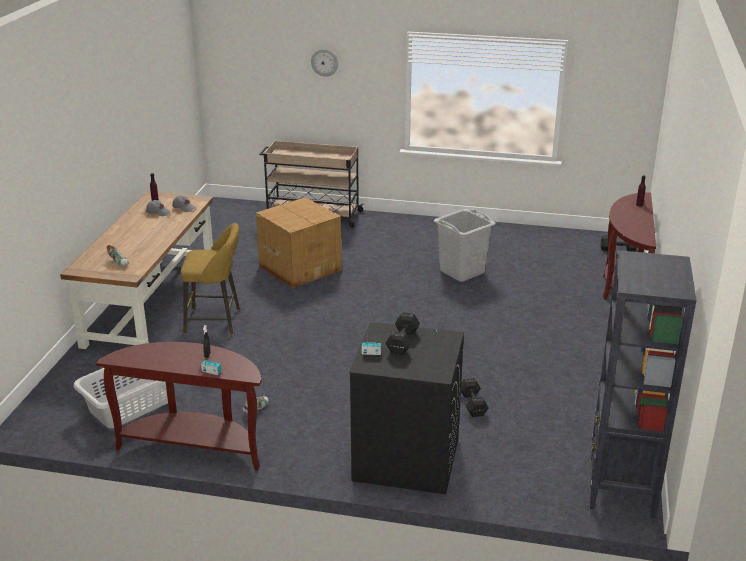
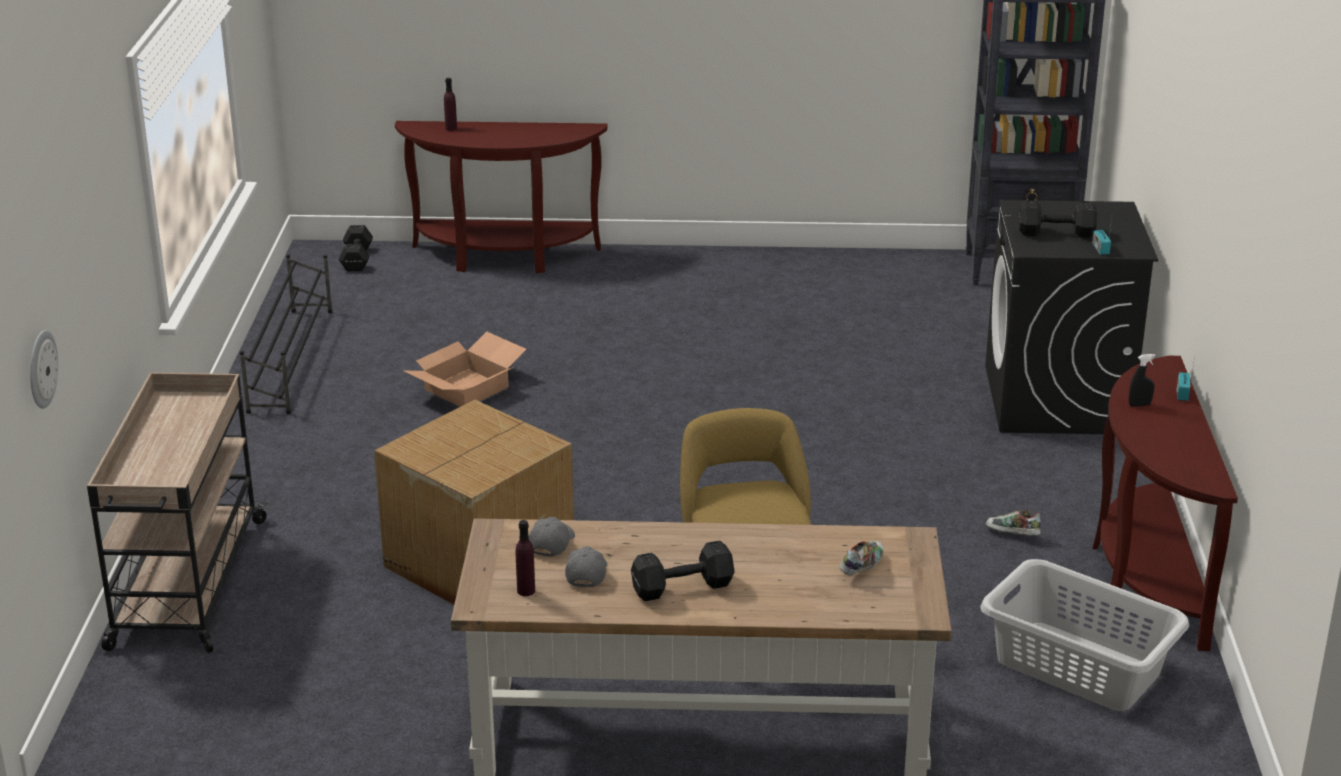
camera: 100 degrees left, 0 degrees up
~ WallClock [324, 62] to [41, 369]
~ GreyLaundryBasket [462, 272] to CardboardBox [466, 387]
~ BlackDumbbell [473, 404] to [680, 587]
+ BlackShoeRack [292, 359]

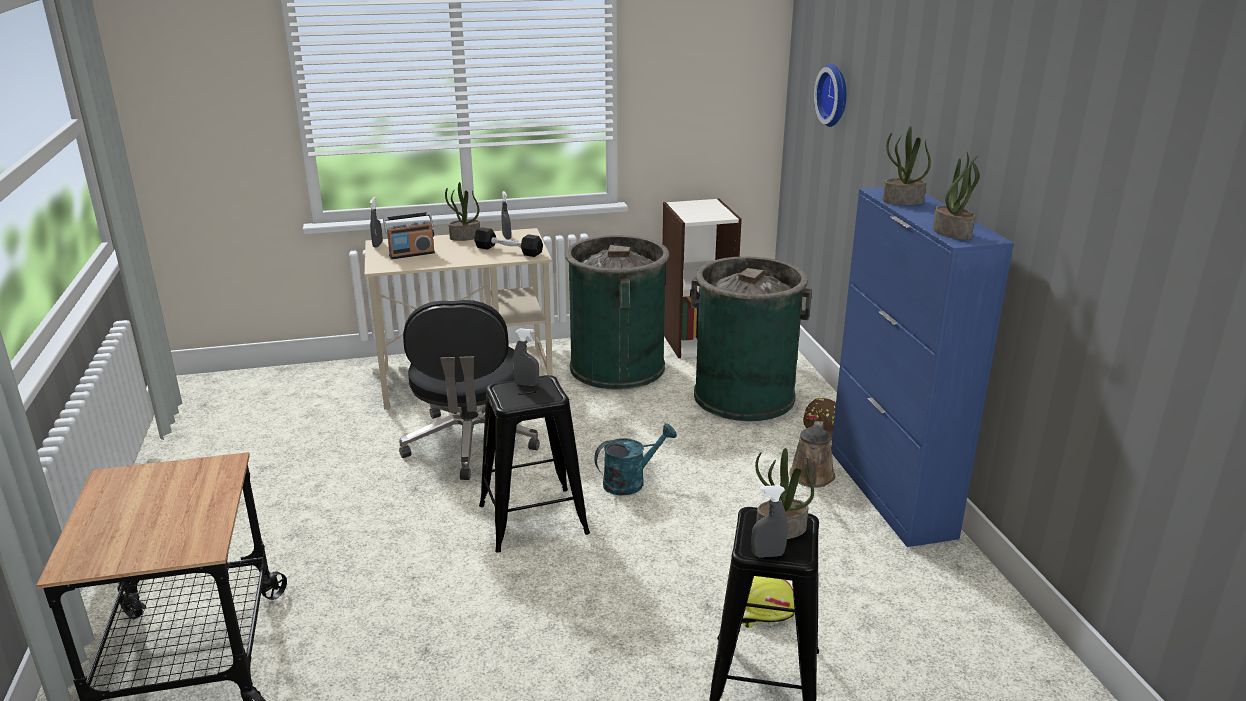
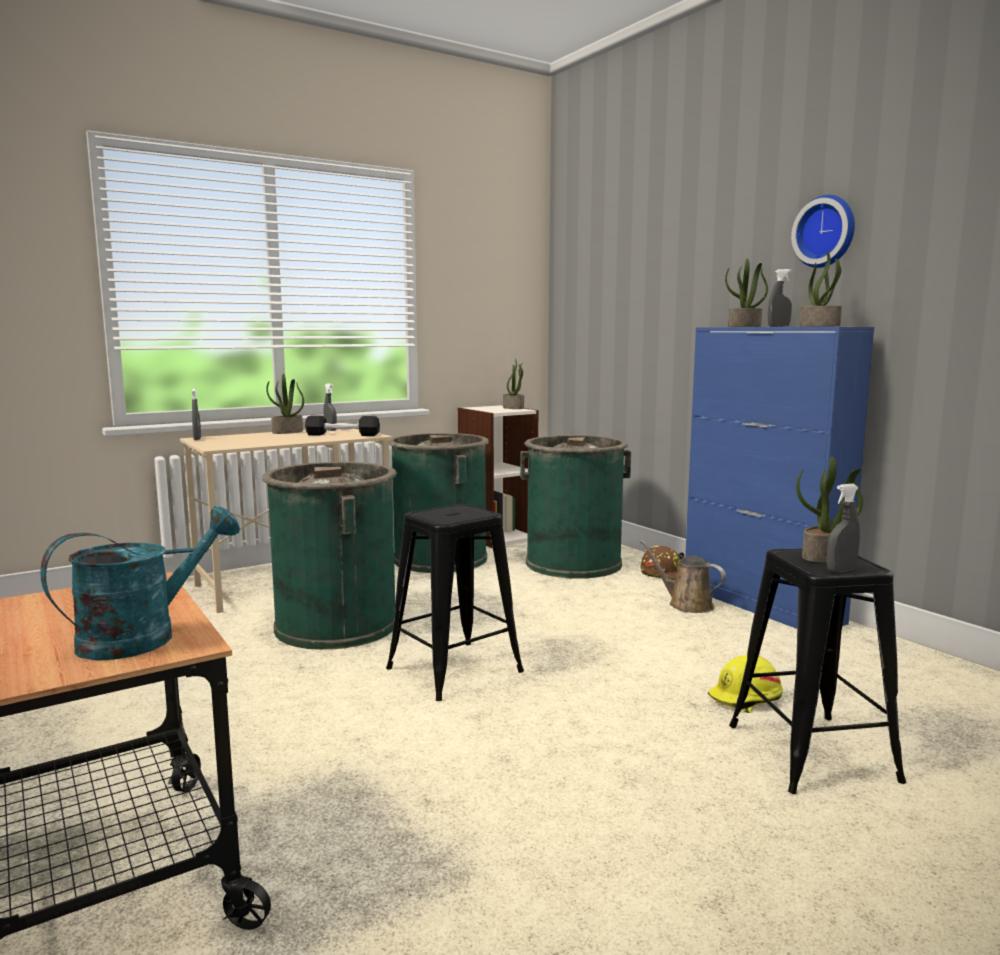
camera: 20 degrees left, 15 degrees down
~ WallClock [835, 95] to [826, 232]
- Radio [411, 254]
~ BlackOfficeChair [470, 443] to GreenTrashCan [336, 625]
~ GreySprayBottle [526, 384] to [778, 326]
~ BrownWateringCan [811, 478] = [686, 604] 135 degrees clockwise
~ TurquoiseWateringCan [631, 481] to [144, 636]
+ PottedPlant [514, 408]

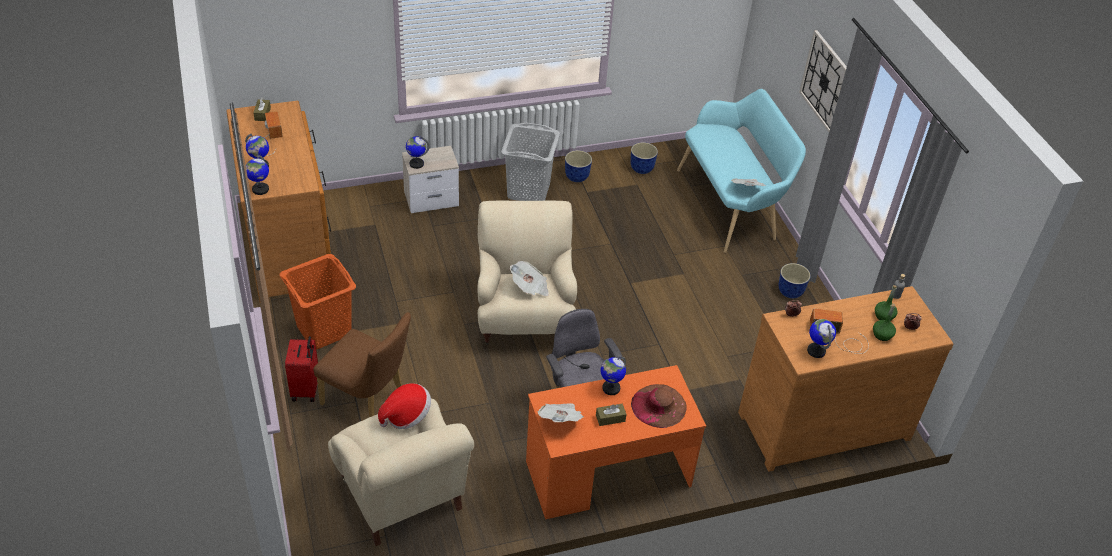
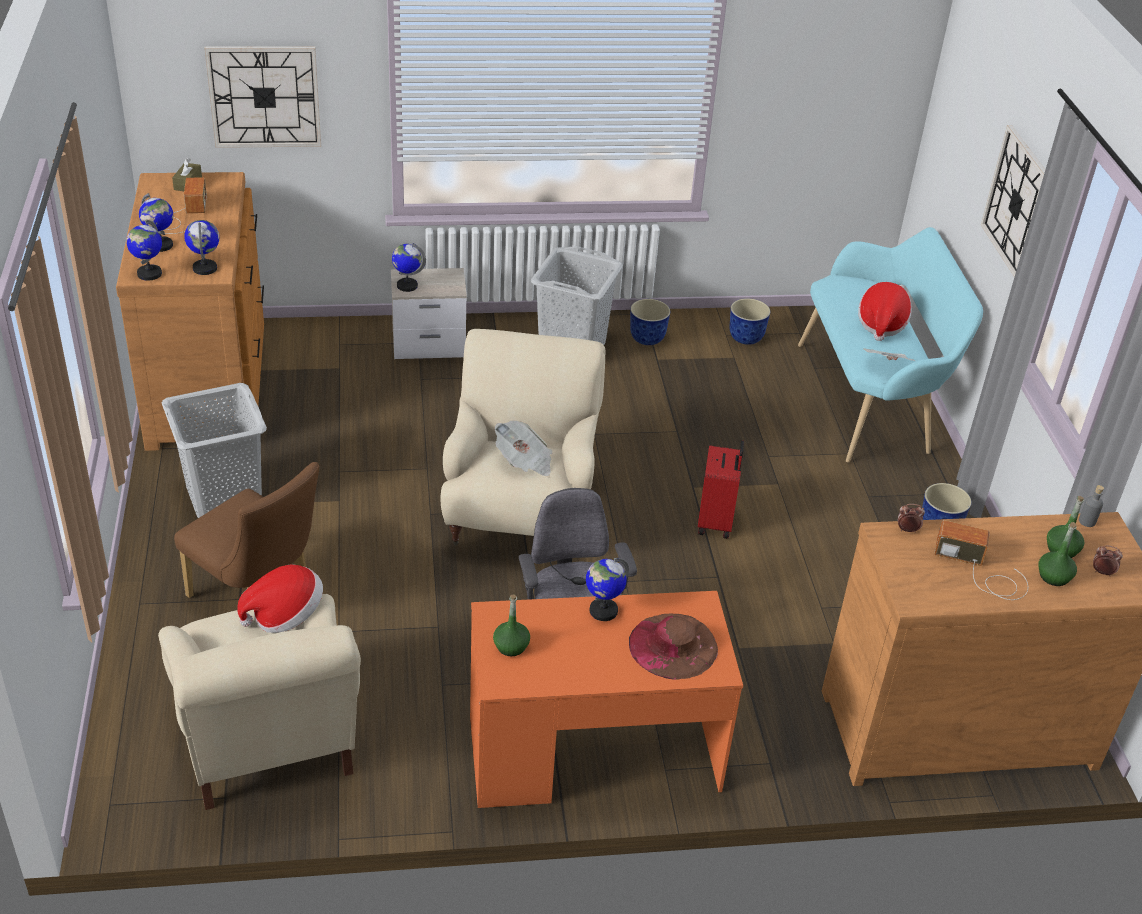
camera: 10 degrees right, 5 degrees down
~ OrangeLaundryBasket [323, 329] to GreyLaundryBasket [223, 496]
~ Globe [816, 351] to [205, 268]
~ RedSuitcase [306, 389] to [716, 522]
~ Newspaper [560, 420] to GreenBottle [511, 646]
- BrownTissueBox [610, 418]
+ WallClock [264, 96]
+ Hat [881, 324]

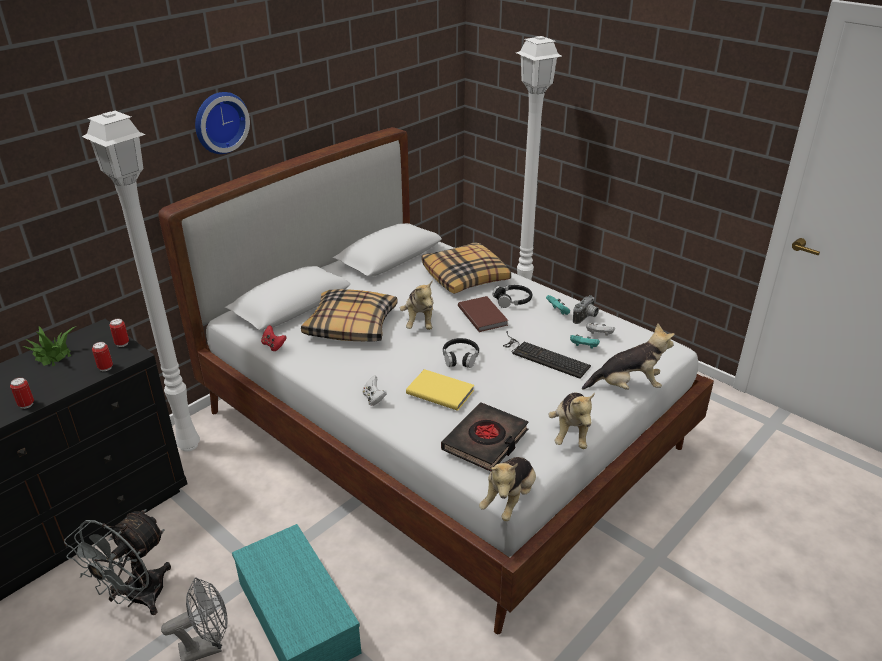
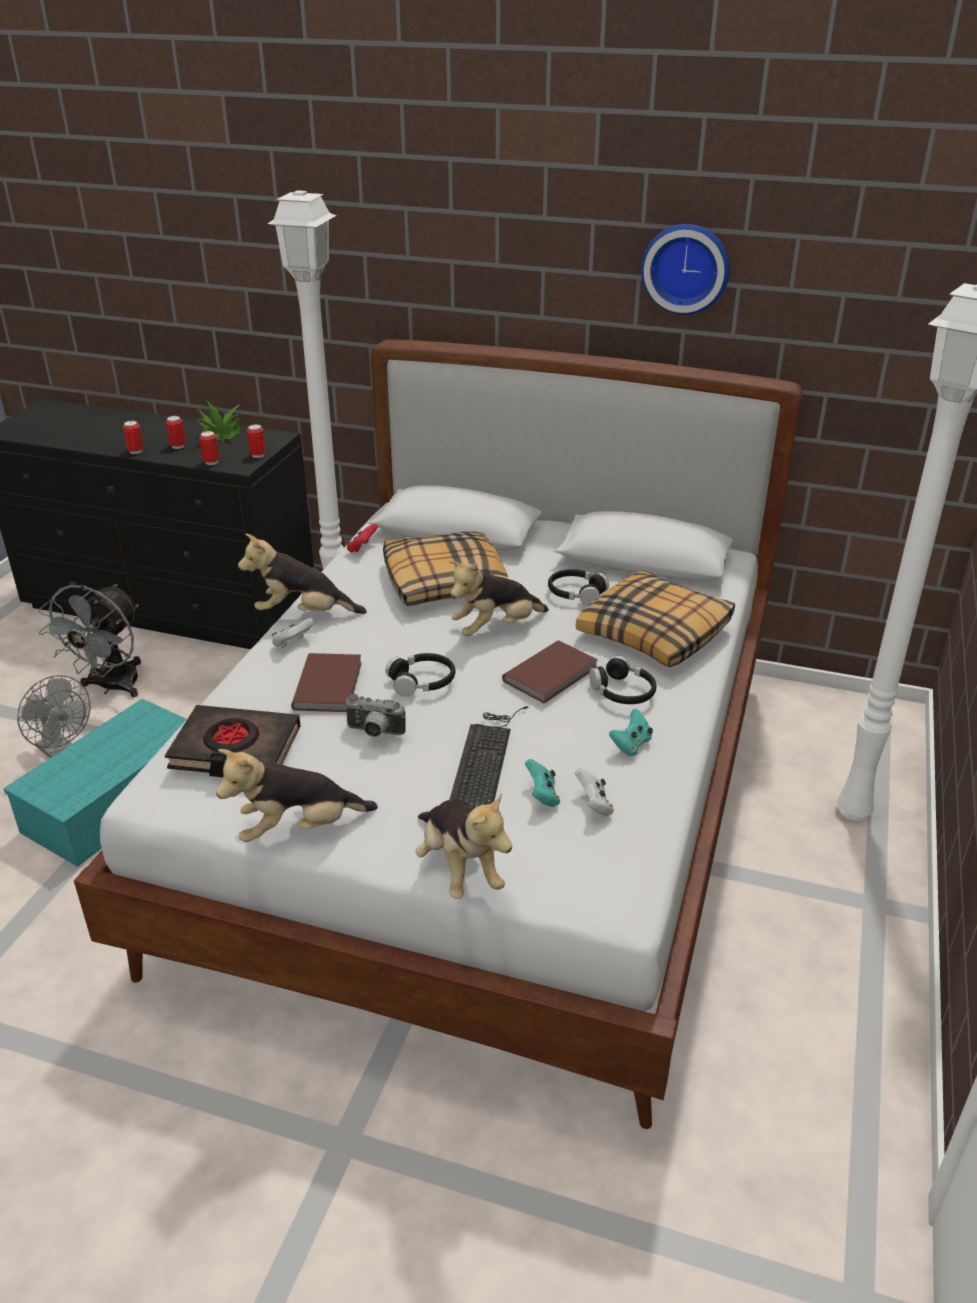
camera: 65 degrees right, 0 degrees up
~ WallClock [219, 122] to [686, 268]
~ PhotoCamera [586, 318] to [374, 733]
~ YellowBook [440, 391] to BrownBook [330, 685]
~ PlushToy [509, 500] to [303, 613]
~ GreyFan [137, 598] = [112, 687] 75 degrees counterclockwise
+ Can [178, 446]
+ BlackHeadphones [576, 593]

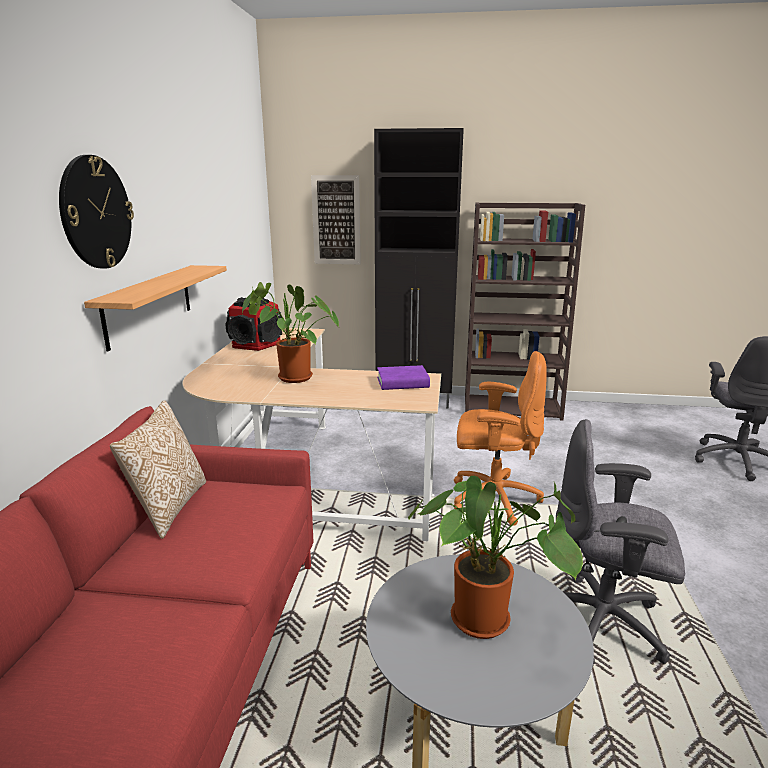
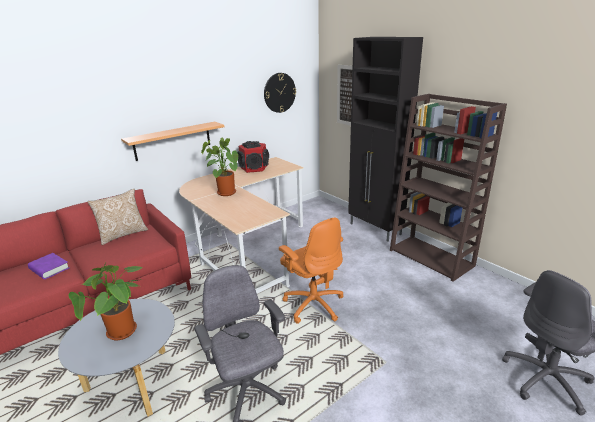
camera: 45 degrees right, 5 degrees up
~ WallClock [96, 213] to [279, 92]
~ PurpleBook [402, 383] to [49, 269]

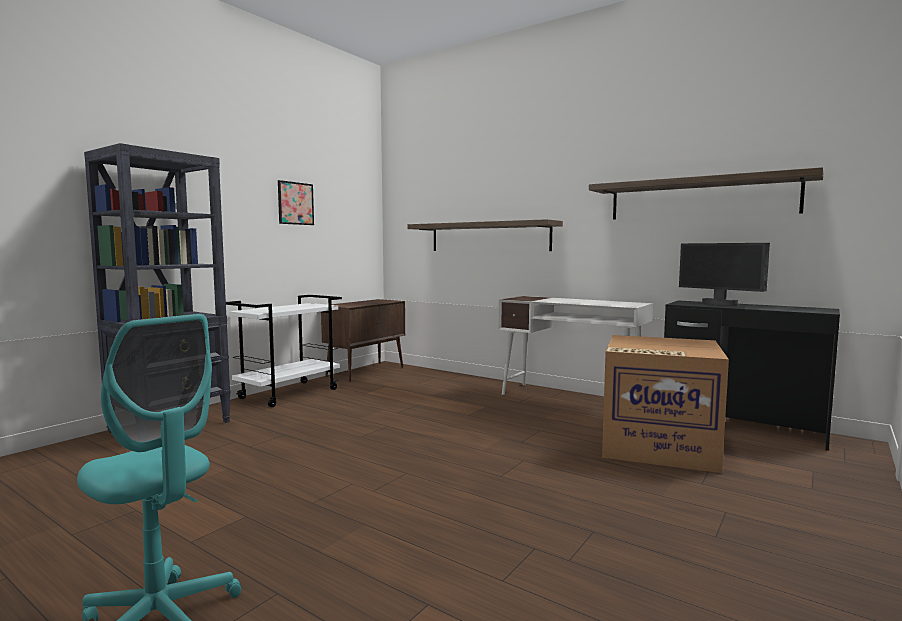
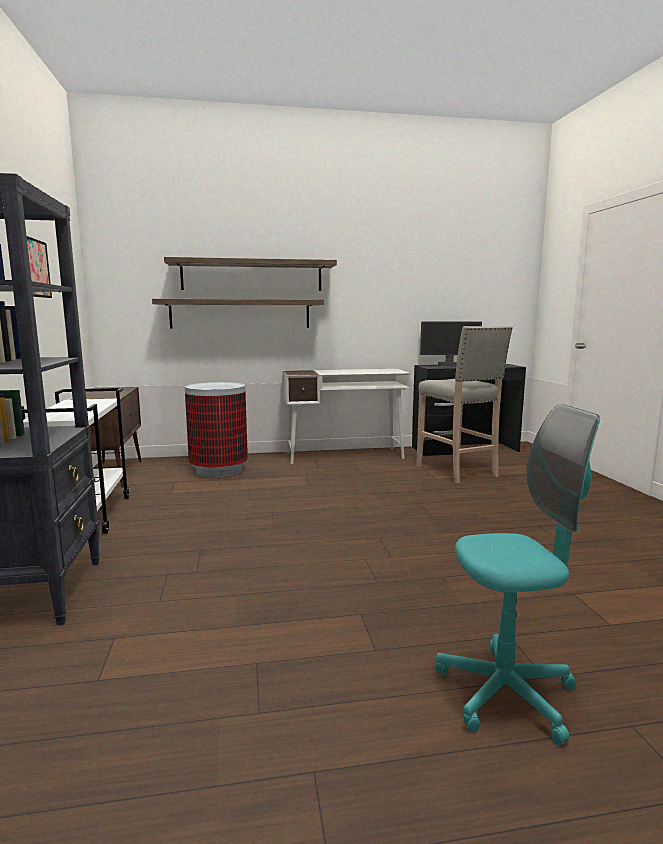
camera: 45 degrees left, 5 degrees up
~ Shelf [700, 199] to [252, 276]
~ CardboardBox [657, 446] to BeigeStool [457, 471]
+ TrashCan [218, 470]

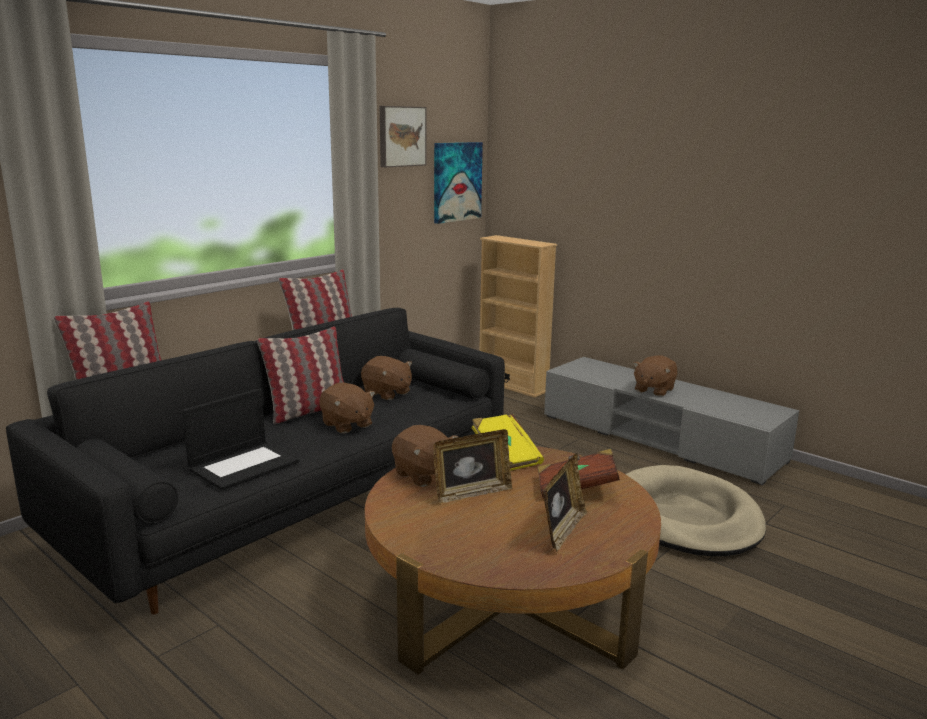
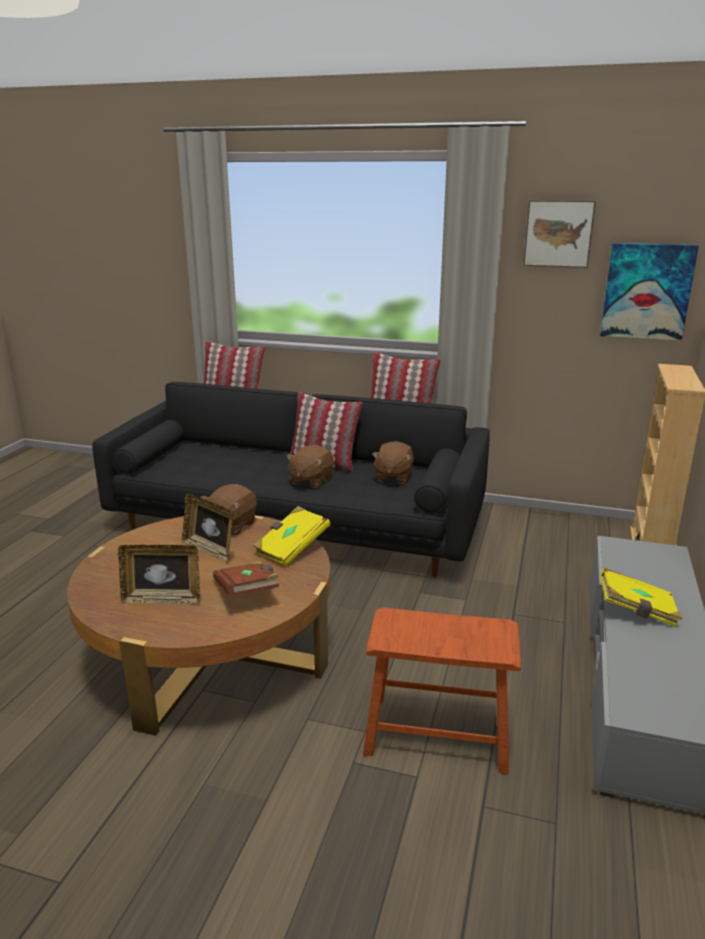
camera: 65 degrees right, 5 degrees up
~ BrownPlushToy [653, 390] to YellowBook [637, 611]
- Laptop [244, 465]
~ BeigeDogBed [685, 517] to BrownStool [437, 732]

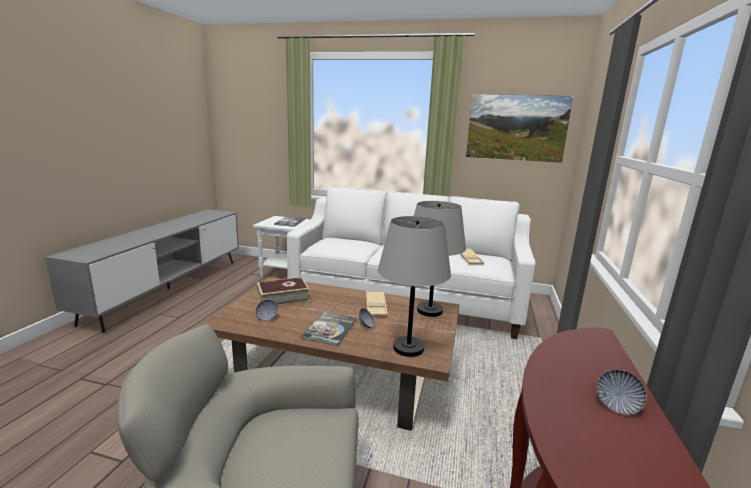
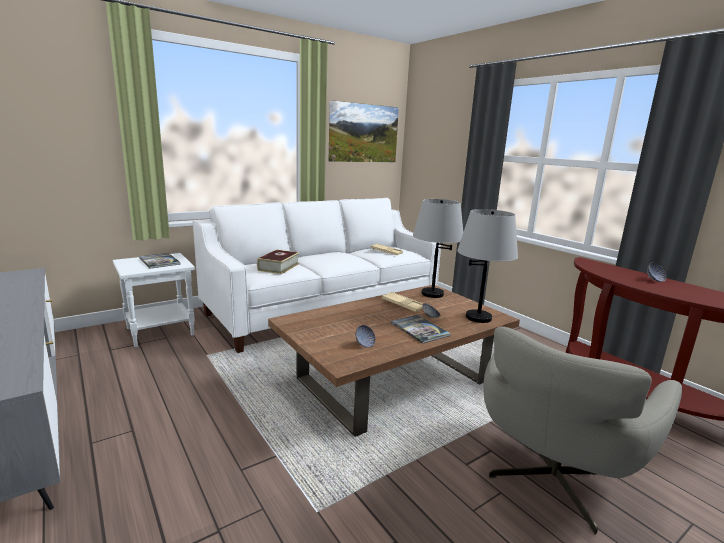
camera: 50 degrees left, 0 degrees up
~ Book [283, 298] to [279, 267]

